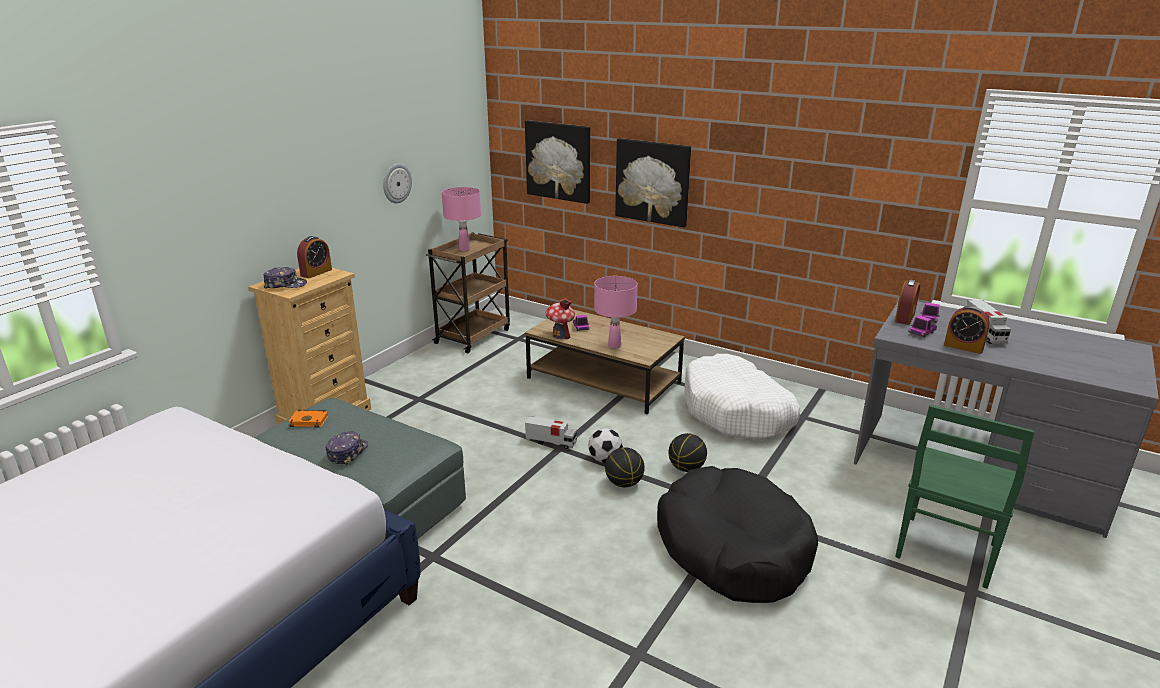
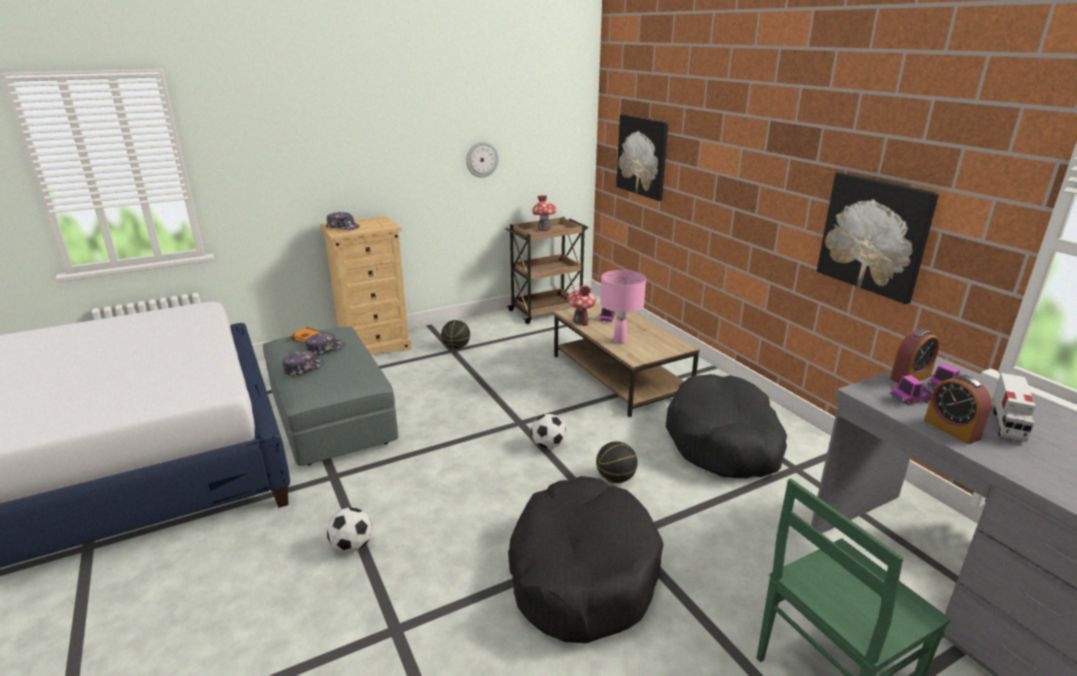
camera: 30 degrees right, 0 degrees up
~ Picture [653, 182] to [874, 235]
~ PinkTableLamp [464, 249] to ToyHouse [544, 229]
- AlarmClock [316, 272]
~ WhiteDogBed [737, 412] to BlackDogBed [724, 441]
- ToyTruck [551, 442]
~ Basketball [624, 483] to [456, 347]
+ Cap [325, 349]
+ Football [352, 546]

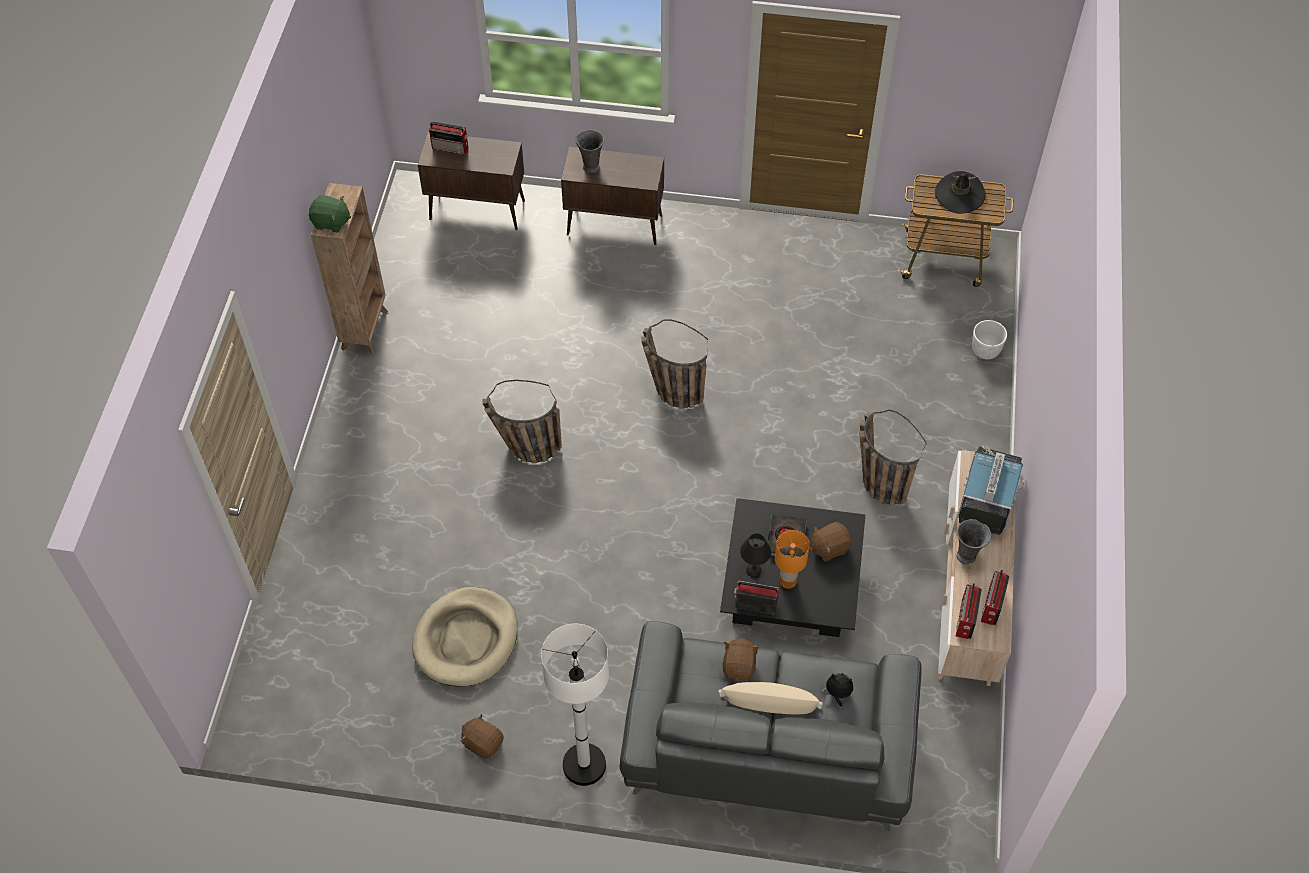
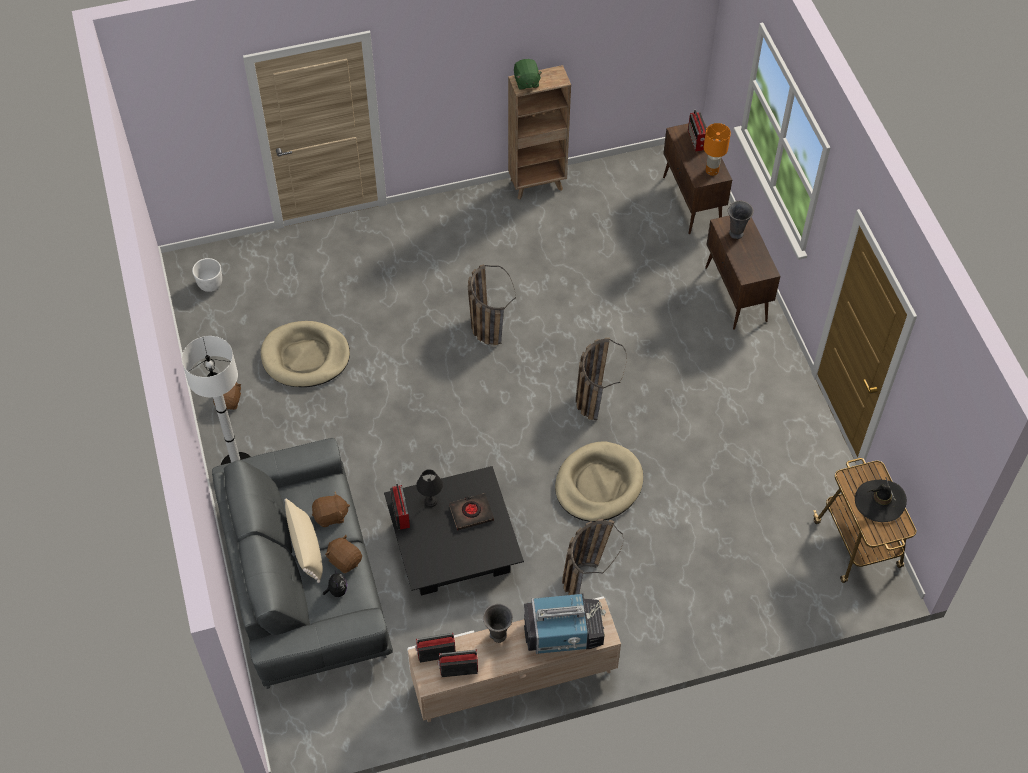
camera: 65 degrees right, 0 degrees up
~ WhitePlanter [985, 351] to [210, 284]
~ BrownPlushToy [829, 547] to [345, 560]
~ OrangeTableLamp [788, 581] to [712, 171]
+ BeigeDogBed [598, 484]

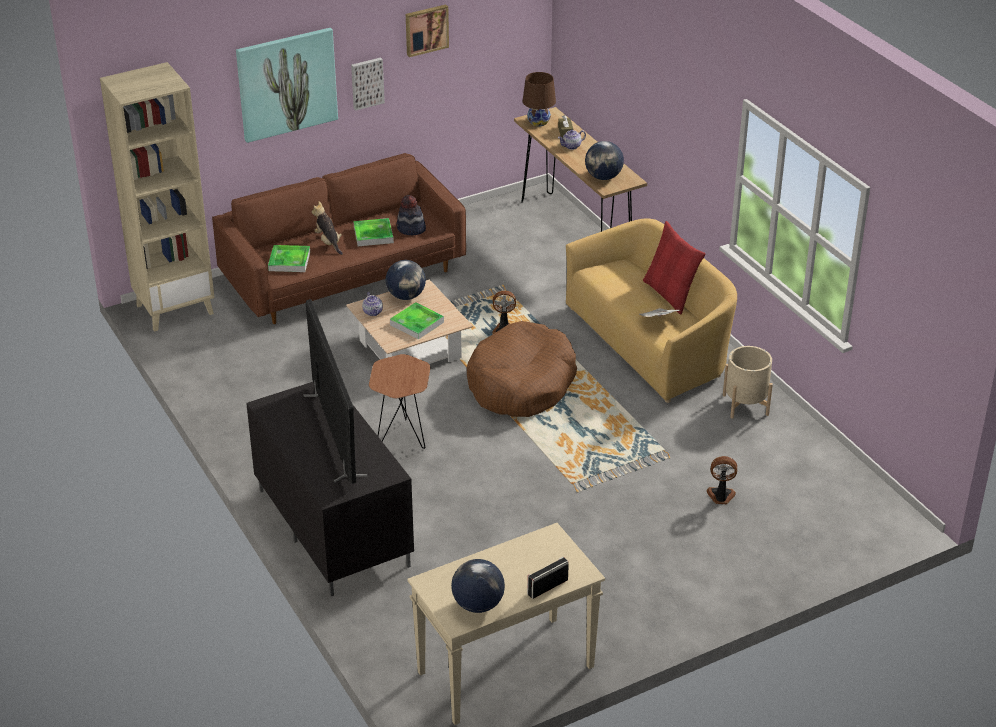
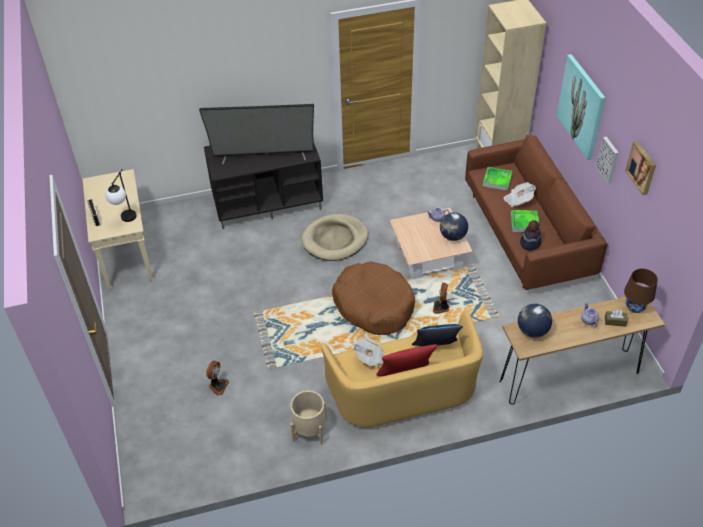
camera: 105 degrees right, 10 degrees up
~ PlushToy [328, 242] to Newspaper [518, 200]
- Tray [417, 323]
~ BrownSideTable [402, 439] to BeigeDogBed [335, 240]
- Globe [477, 605]
+ TableLamp [126, 221]
+ BluePillow [435, 349]

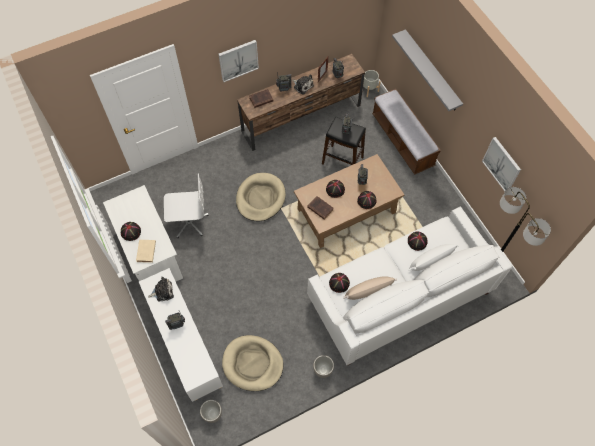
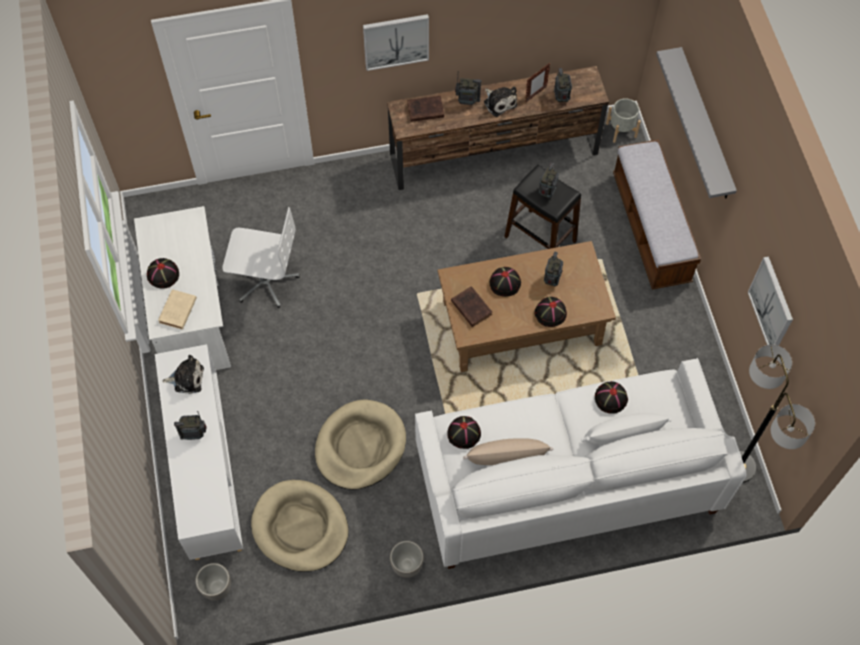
camera: 15 degrees right, 0 degrees up
~ BeigeDogBed [260, 198] to [360, 446]

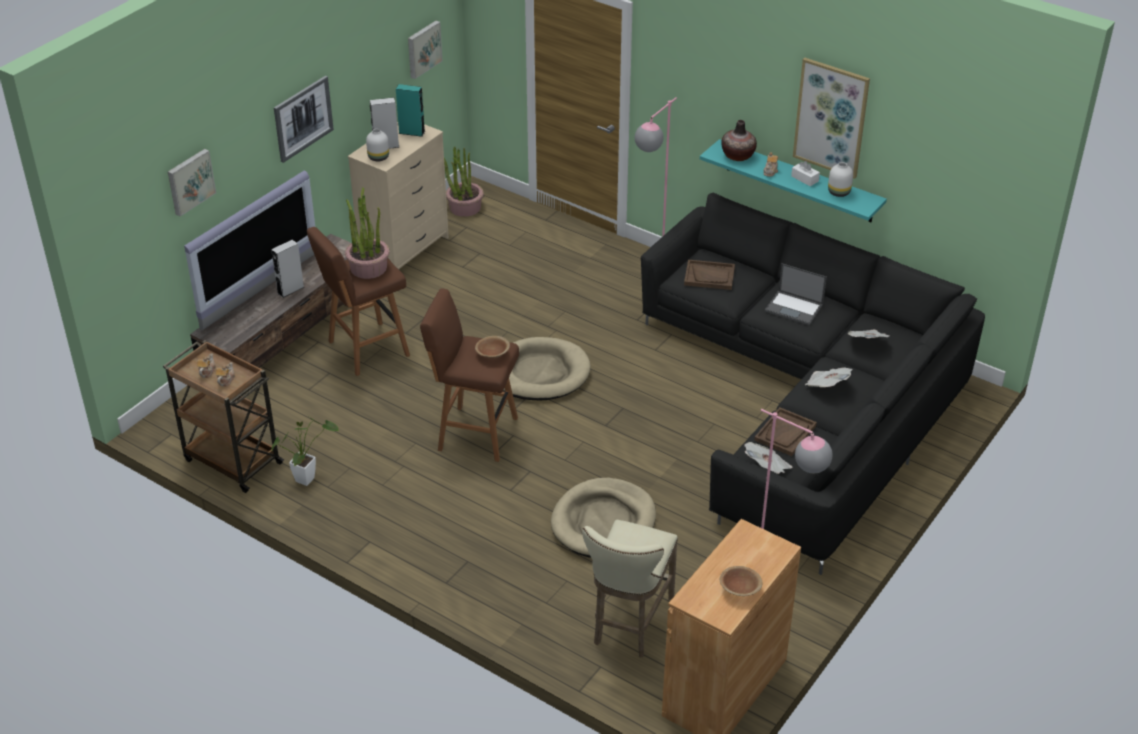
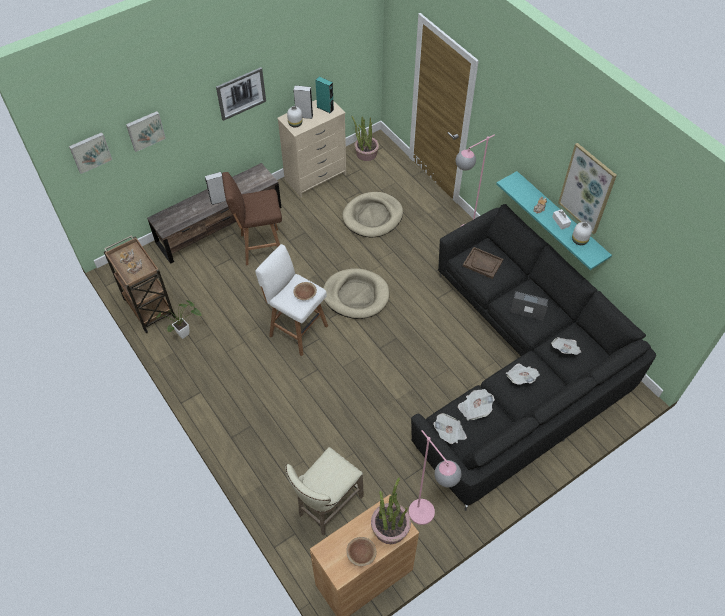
camera: 20 degrees right, 15 degrees up
~ Picture [423, 49] to [90, 152]
- Vase [737, 156]
- Television [261, 291]
~ PottedPlant [368, 267] to [390, 527]
~ Laptop [794, 308] = [528, 306] 150 degrees clockwise
~ BrownStool [474, 433] to WhiteStool [297, 330]
~ BrownTray [785, 433] to Newspaper [474, 408]
~ BeigeDogBed [604, 522] to [373, 216]

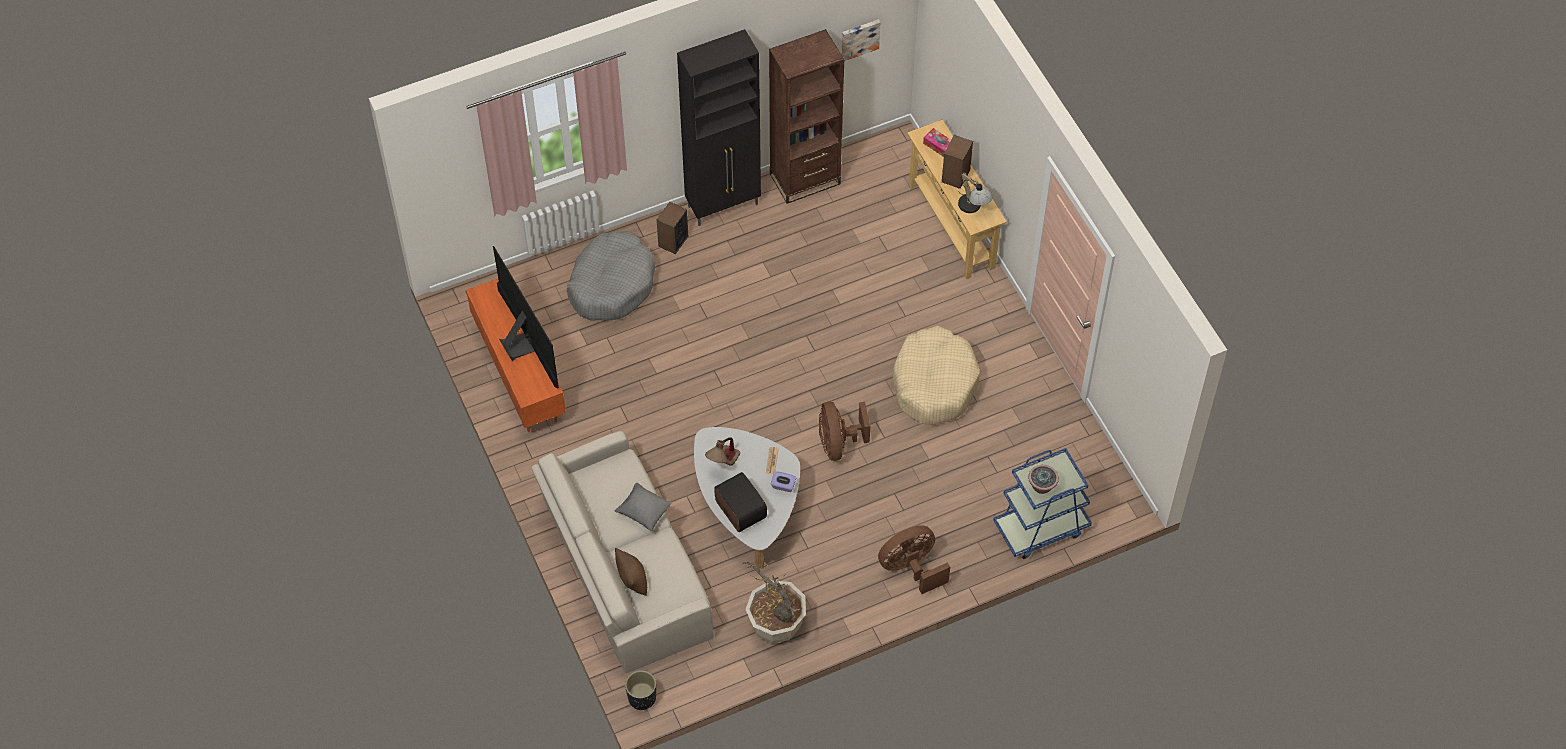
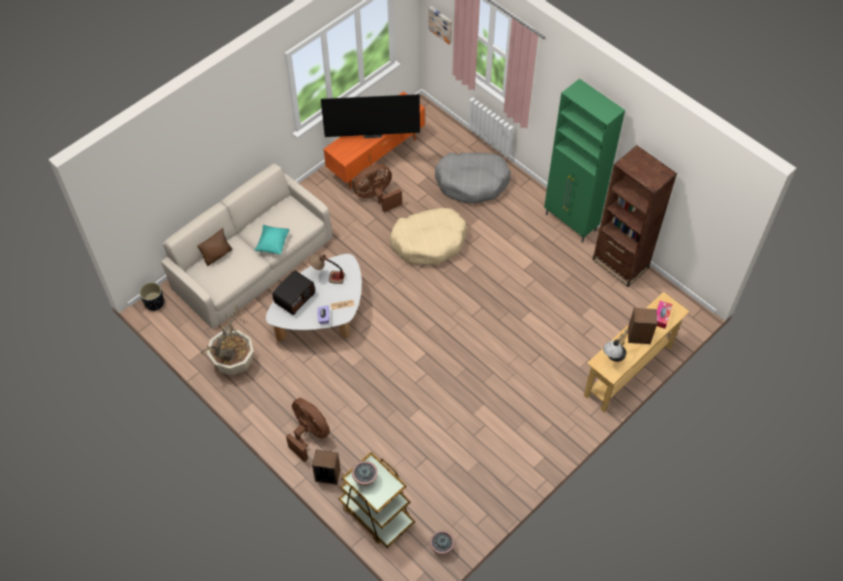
camera: 70 degrees right, 0 degrees up
~ Picture [859, 38] to [441, 24]
~ BlackCabinet [724, 205] to GreenCabinet [571, 223]
~ Speaker [673, 241] to [327, 475]
~ Television [522, 345] = [372, 133] 45 degrees clockwise
~ BeigeDogBed [934, 383] to [429, 242]
~ BrownFan [838, 443] to [377, 197]
~ BlueCart [1040, 528] to BrownCart [376, 514]
~ GreyPillow [643, 512] to TurquoisePillow [273, 244]
+ PottedPlant [441, 547]

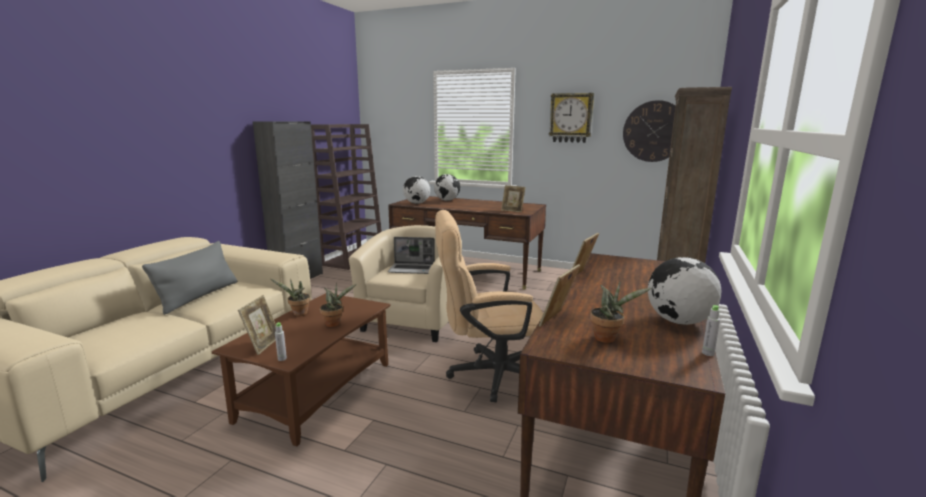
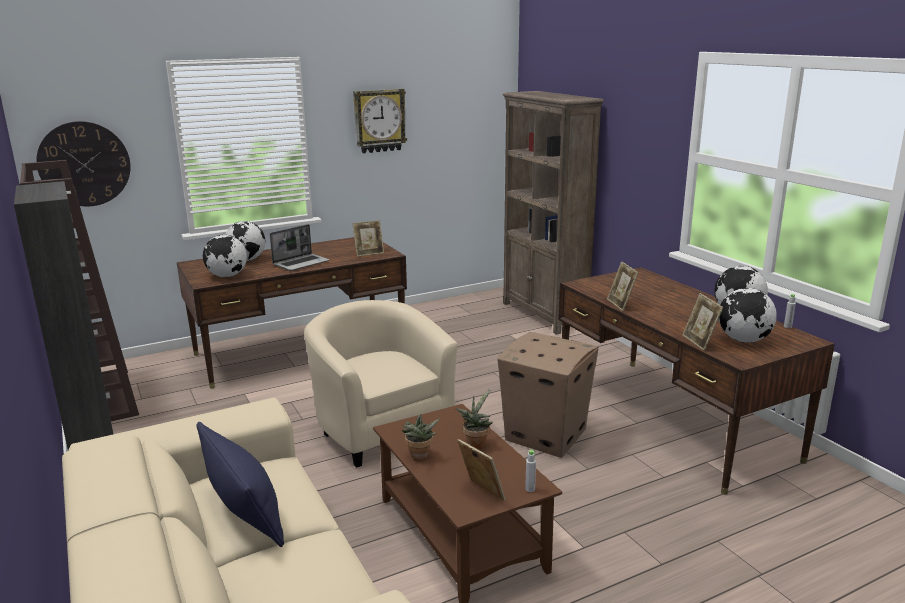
camera: 50 degrees left, 5 degrees up
~ WallClock [654, 131] to [84, 164]
~ BeigeOfficeChair [488, 374] to CardboardBox [544, 434]
~ Laptop [412, 269] to [301, 263]
~ GreyPillow [199, 296] to BluePillow [244, 511]
~ PottedPlant [608, 338] to Globe [743, 340]

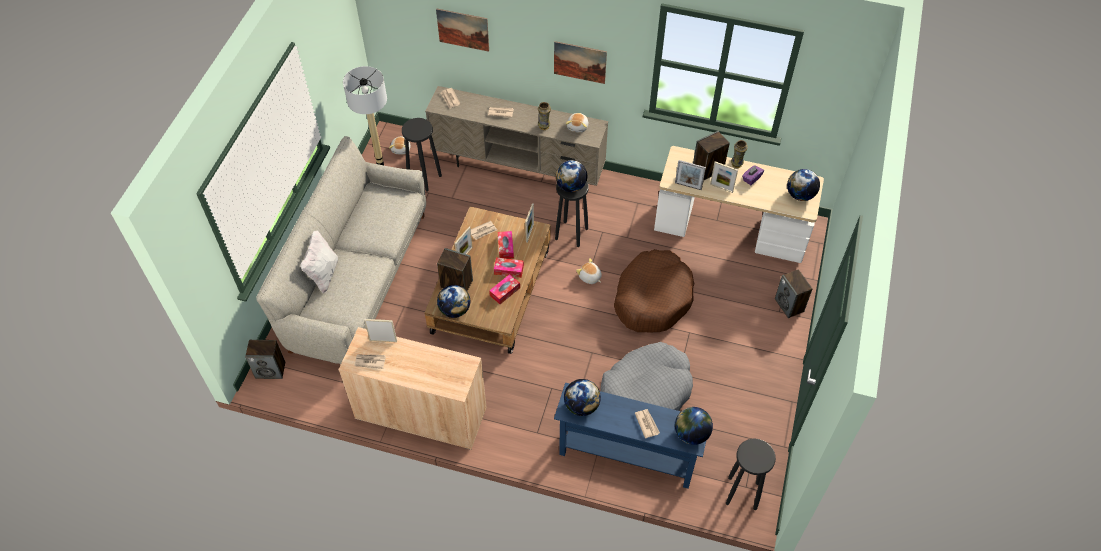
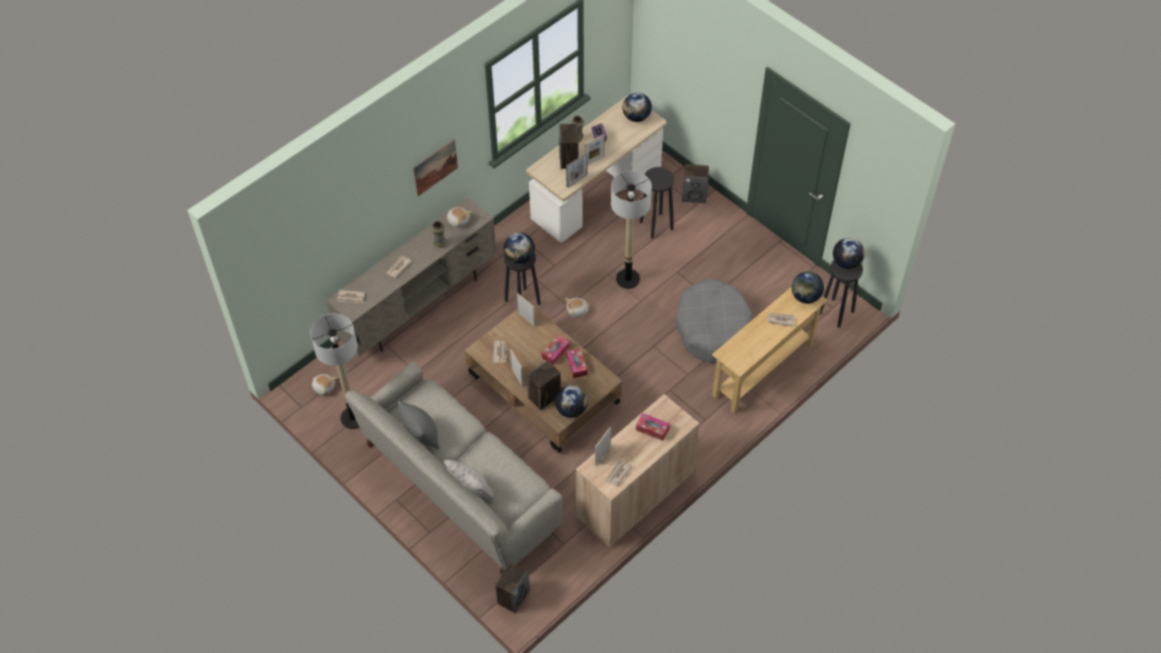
camera: 60 degrees left, 0 degrees up
- Picture [463, 29]
~ BlackStool [424, 178] to [656, 225]
~ TissueBox [505, 247] to [652, 429]
~ BrownDogBed [652, 298] to FloorLamp [628, 279]
~ Globe [581, 405] to [846, 262]
~ BlueConsoleTable [626, 457] to BeigeConsoleTable [763, 370]
+ GreyPillow [421, 435]

